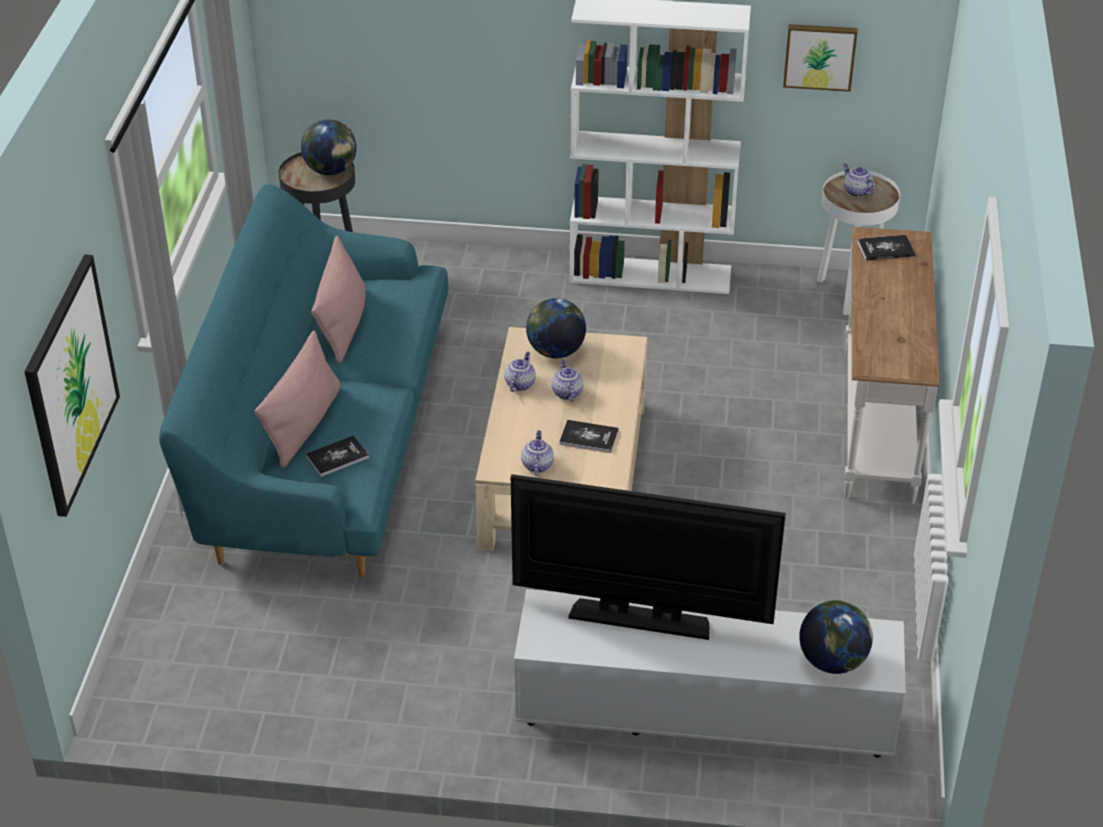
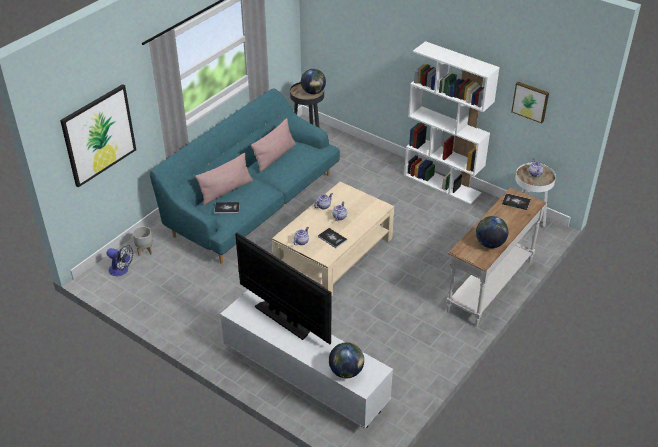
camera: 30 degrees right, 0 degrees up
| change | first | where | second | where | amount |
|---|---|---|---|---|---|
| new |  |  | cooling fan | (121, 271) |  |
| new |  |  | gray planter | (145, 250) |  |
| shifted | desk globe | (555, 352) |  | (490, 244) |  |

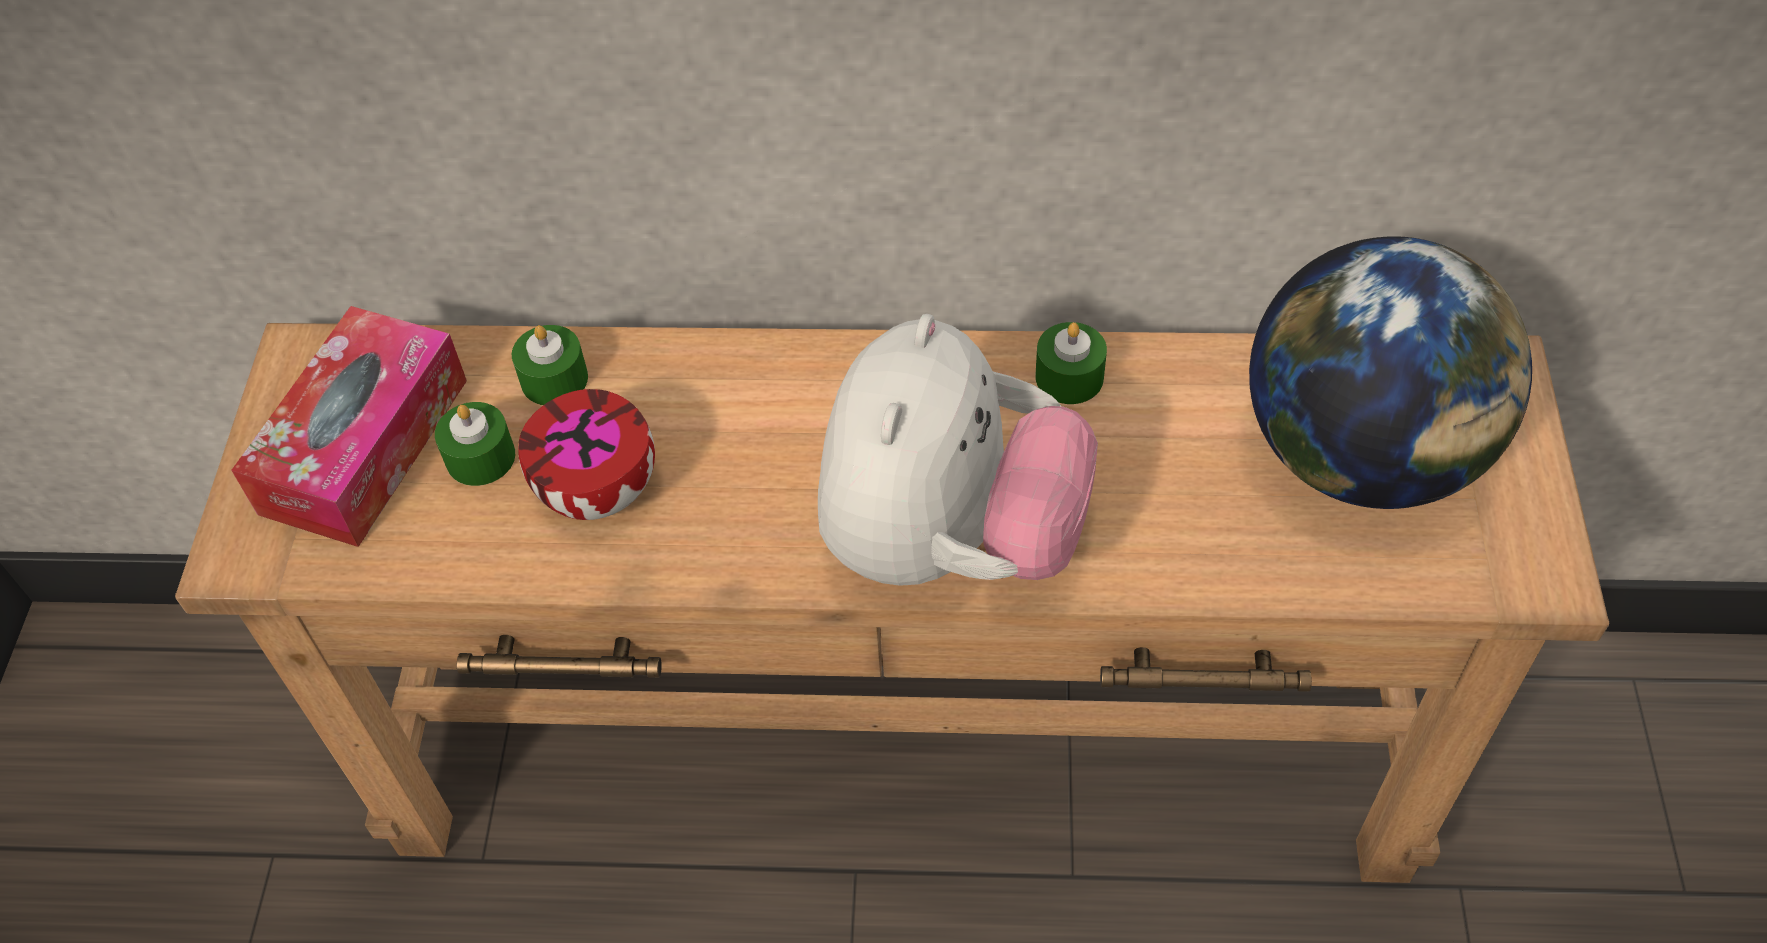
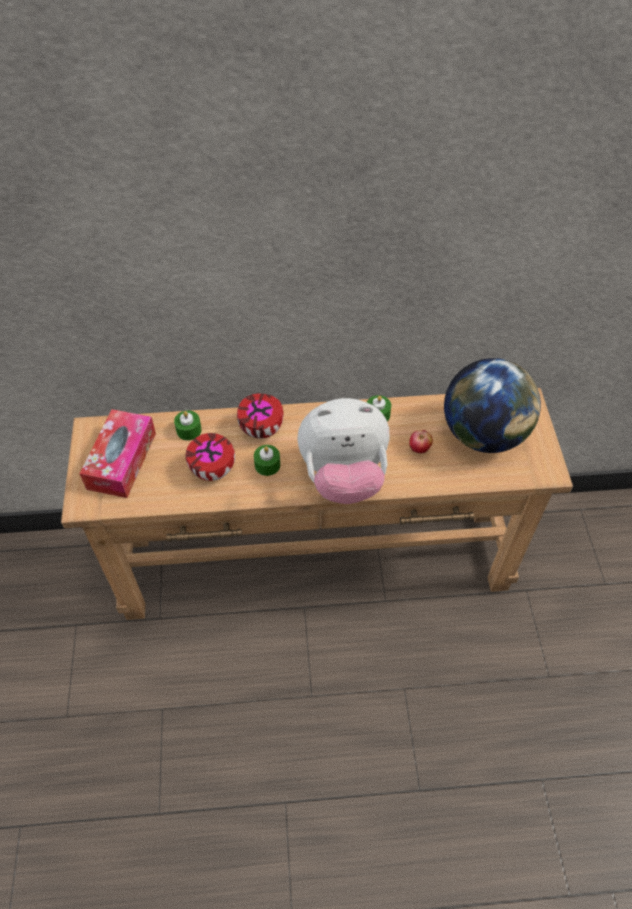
camera: 10 degrees left, 0 degrees up
| change | first | where | second | where | amount |
|---|---|---|---|---|---|
| new |  |  | deep dish | (262, 429) |  |
| new |  |  | apple fruit | (419, 449) |  |
| shifted | greenish wax light | (480, 457) |  | (267, 465) |  |
| rotated | soft toy | (949, 541) |  | (343, 477) | 75 degrees clockwise |

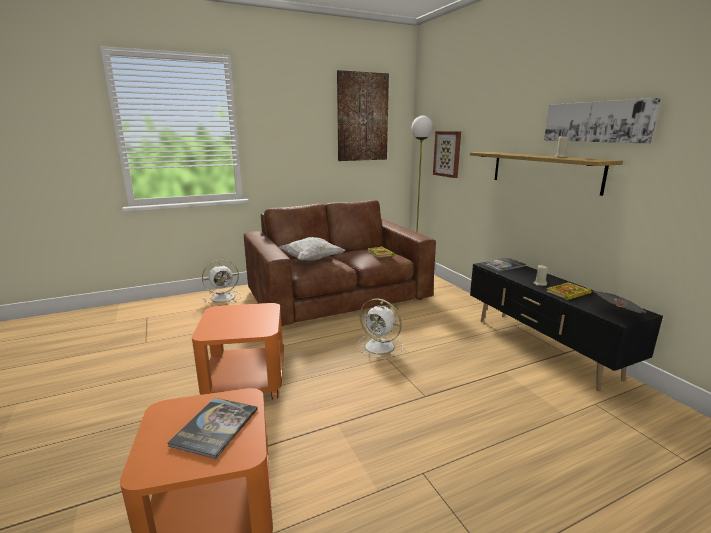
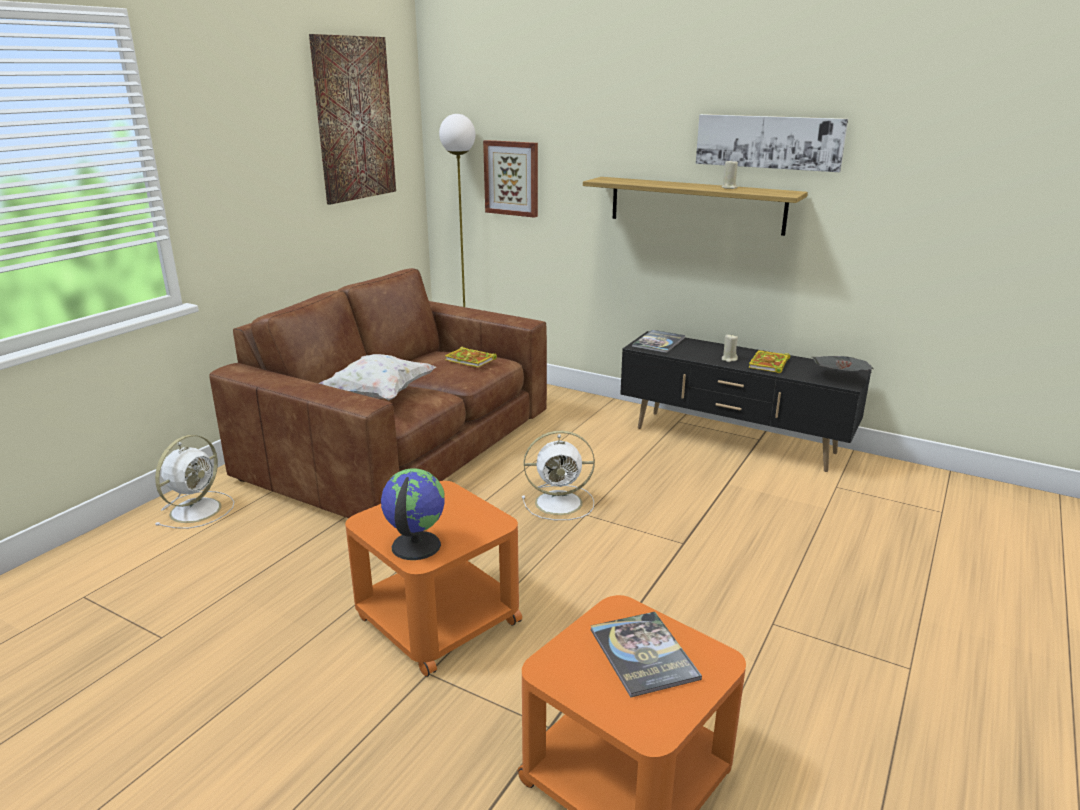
camera: 35 degrees left, 5 degrees up
| change | first | where | second | where | amount |
|---|---|---|---|---|---|
| new |  |  | desk globe | (415, 546) |  |

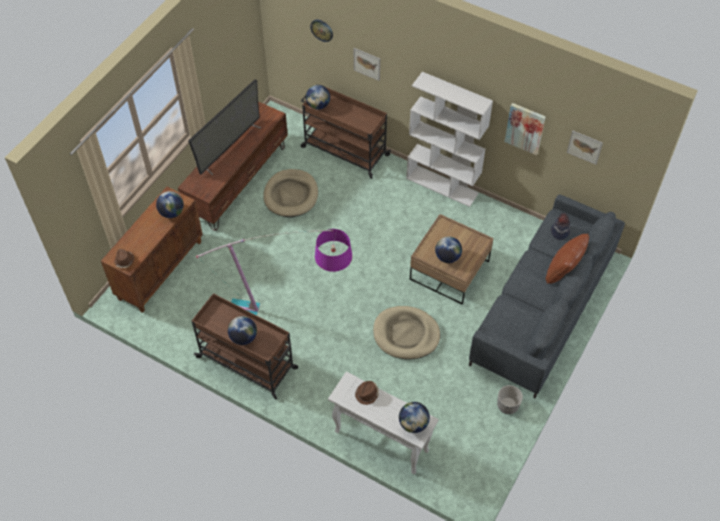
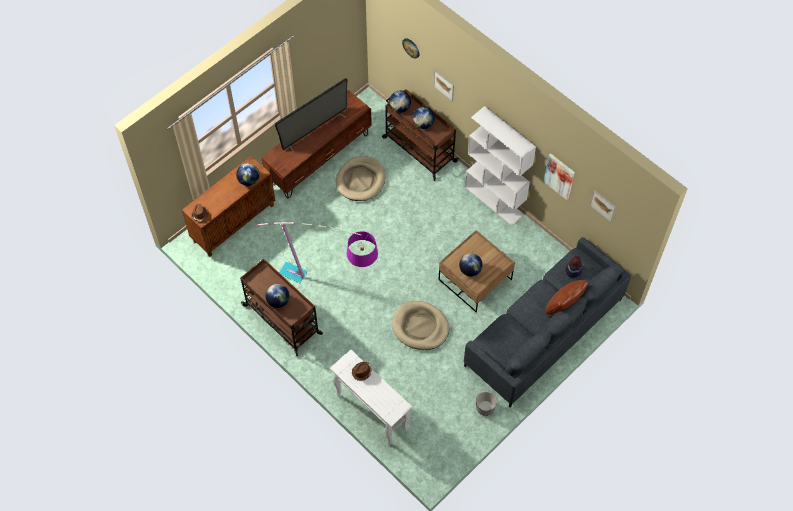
camera: 15 degrees right, 5 degrees up
| change | first | where | second | where | amount |
|---|---|---|---|---|---|
| shifted | desk globe | (413, 424) |  | (423, 124) |  |

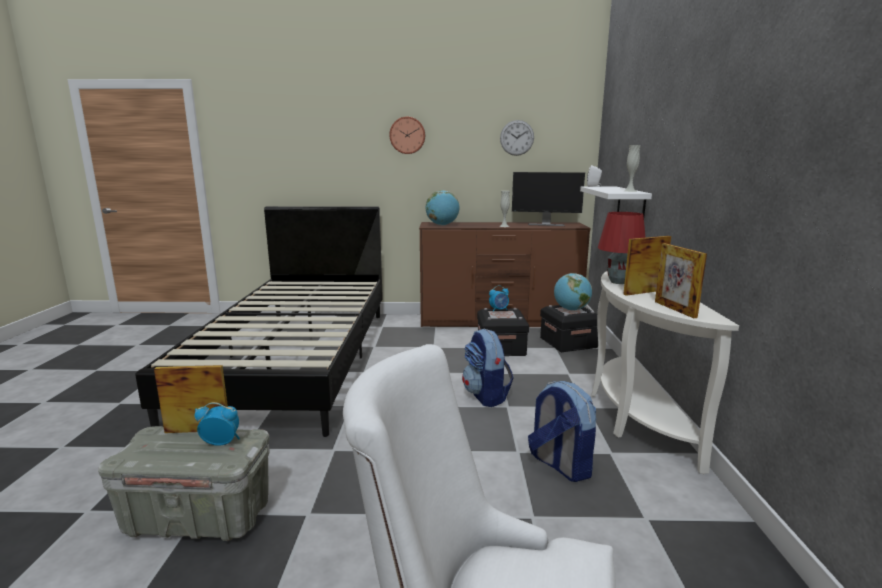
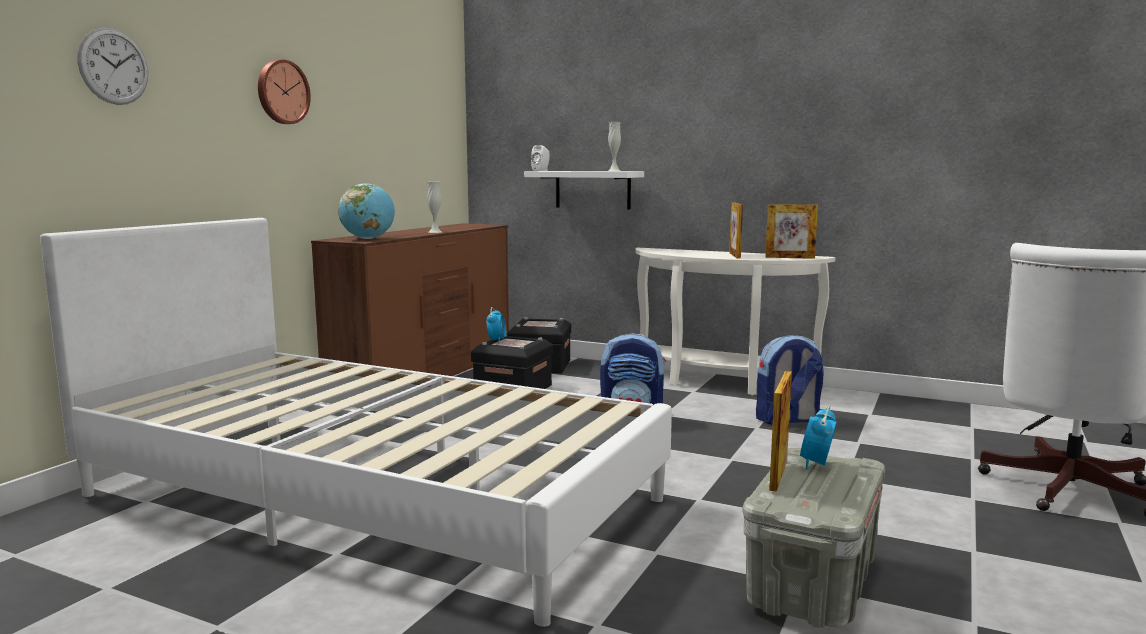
camera: 65 degrees left, 5 degrees down
| change | first | where | second | where | amount |
|---|---|---|---|---|---|
| gone | computer display | (545, 224) |  |  |  |
| gone | desk globe | (571, 309) |  |  |  |
| gone | red tabletop lamp | (619, 282) |  |  |  |
| shifted | hanging clock | (517, 138) |  | (114, 66) |  |
| repainted | black sleeping bed | (296, 359) | white sleeping bed | (369, 496) |  |

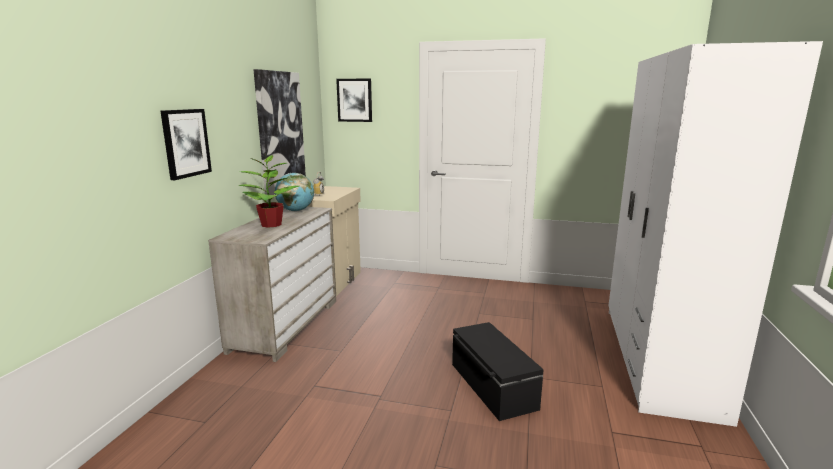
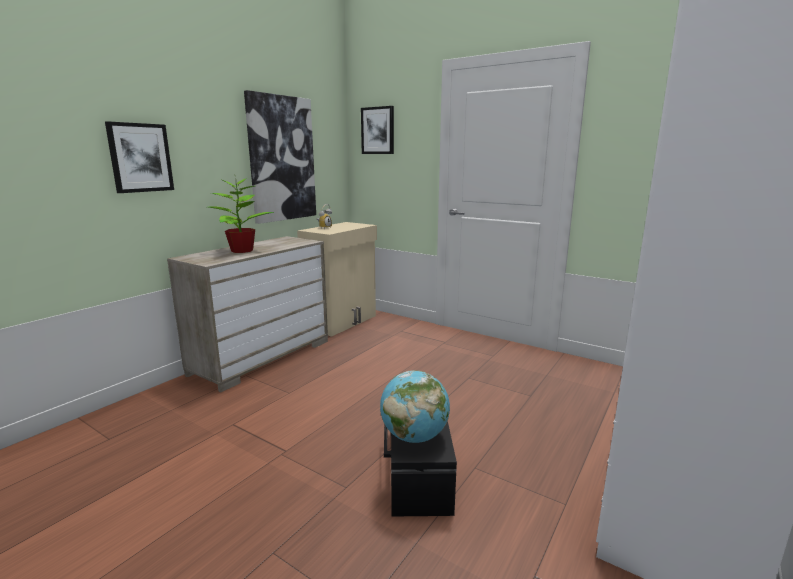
camera: 20 degrees right, 0 degrees up
| change | first | where | second | where | amount |
|---|---|---|---|---|---|
| shifted | desk globe | (296, 211) |  | (414, 436) |  |

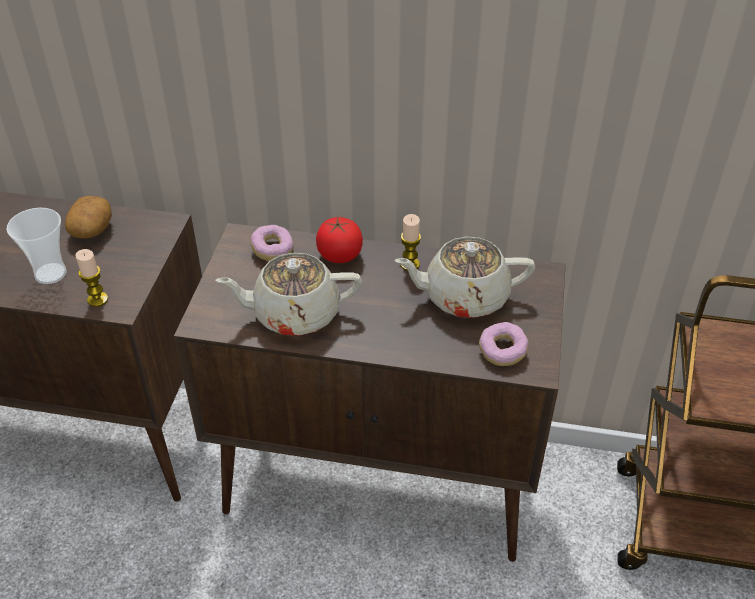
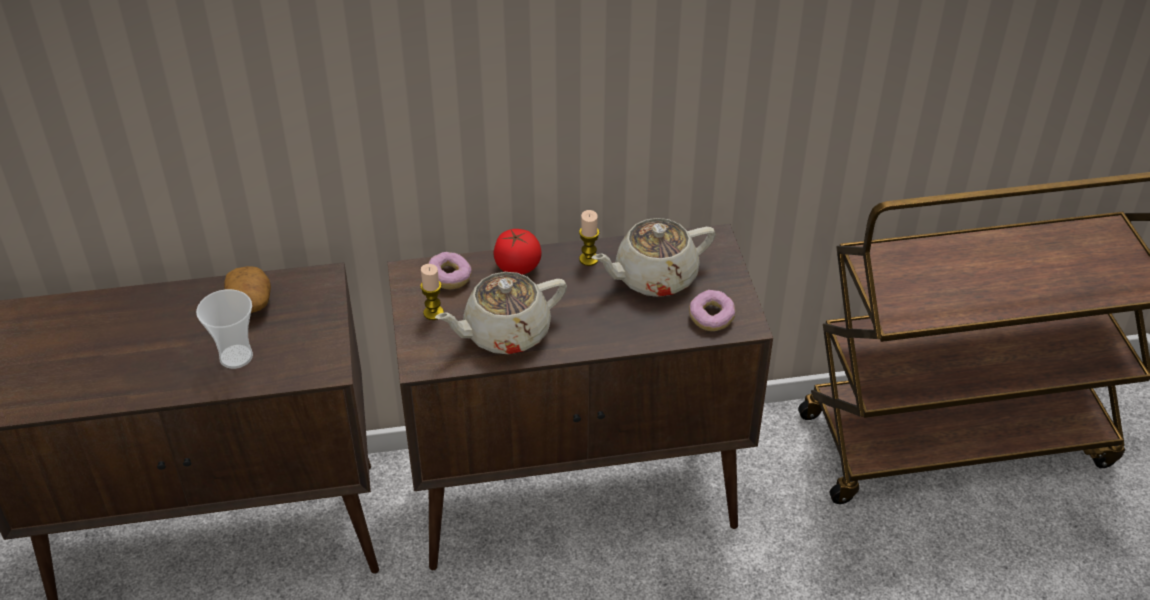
camera: 20 degrees left, 0 degrees up
| change | first | where | second | where | amount |
|---|---|---|---|---|---|
| shifted | wax light | (97, 299) |  | (433, 313) |  |

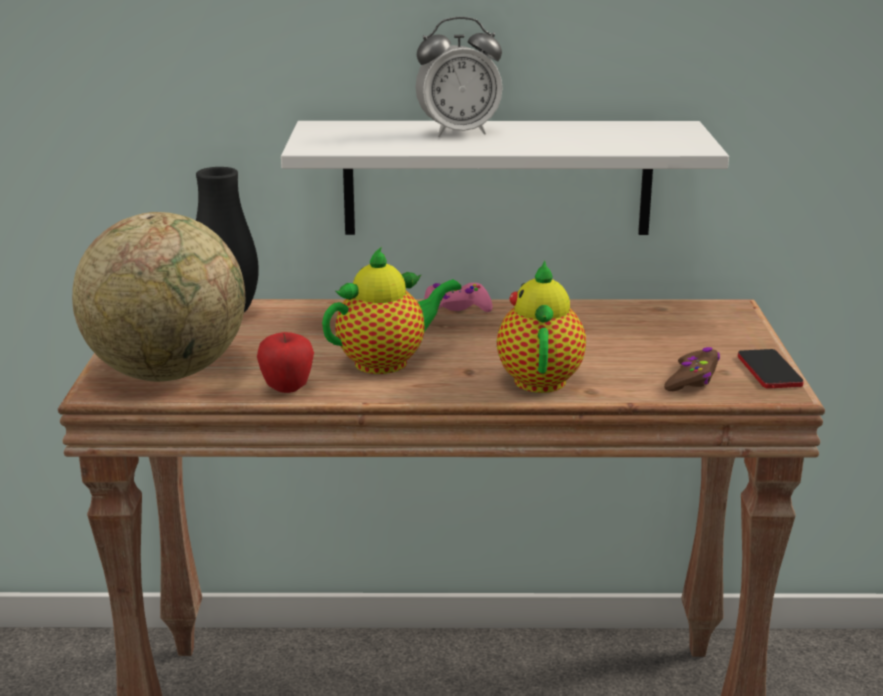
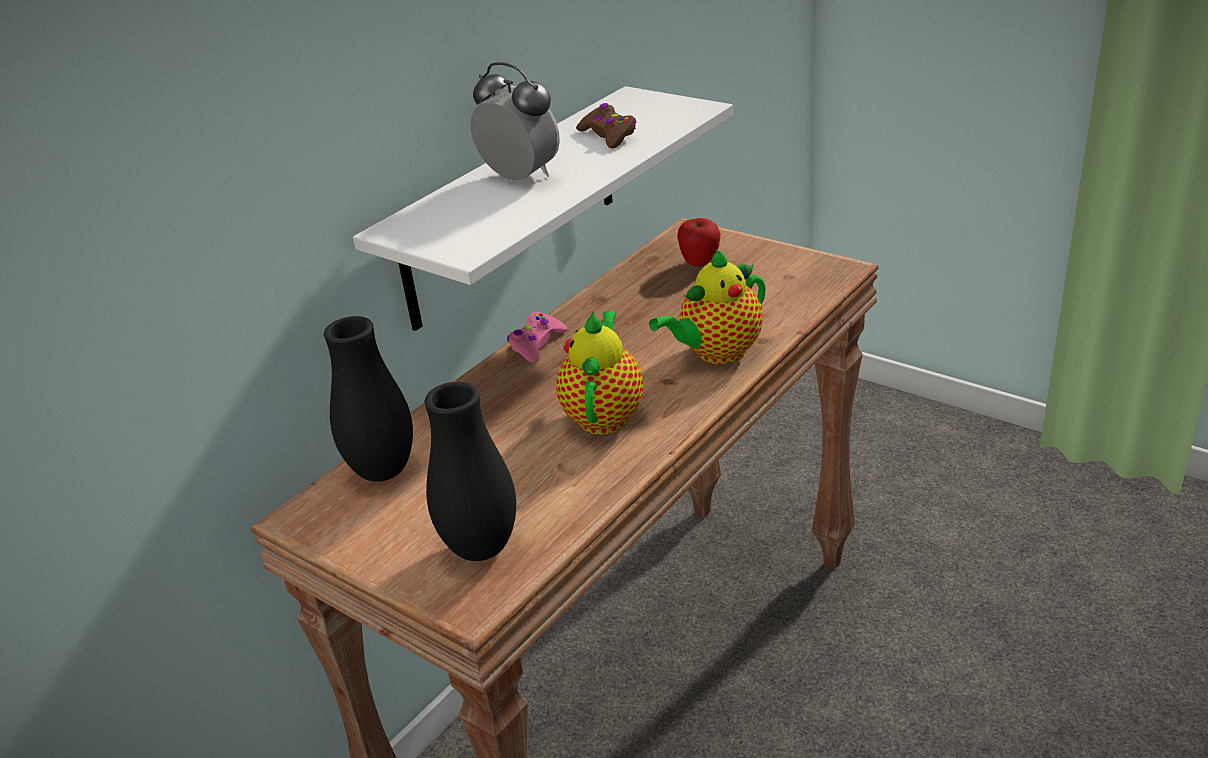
camera: 50 degrees left, 10 degrees up
| change | first | where | second | where | amount |
|---|---|---|---|---|---|
| gone | telephone | (769, 371) |  |  |  |
| shifted | apple fruit | (287, 389) |  | (699, 263) |  |
| shifted | brownish game controller | (692, 379) |  | (608, 135) |  |
| swapped | desk globe | (168, 373) | black flower vase | (481, 548) |  |
| rotated | bedside clock | (458, 132) |  | (520, 177) | 75 degrees counterclockwise |
| rotated | tea pot | (539, 378) |  | (716, 353) | 75 degrees counterclockwise |

